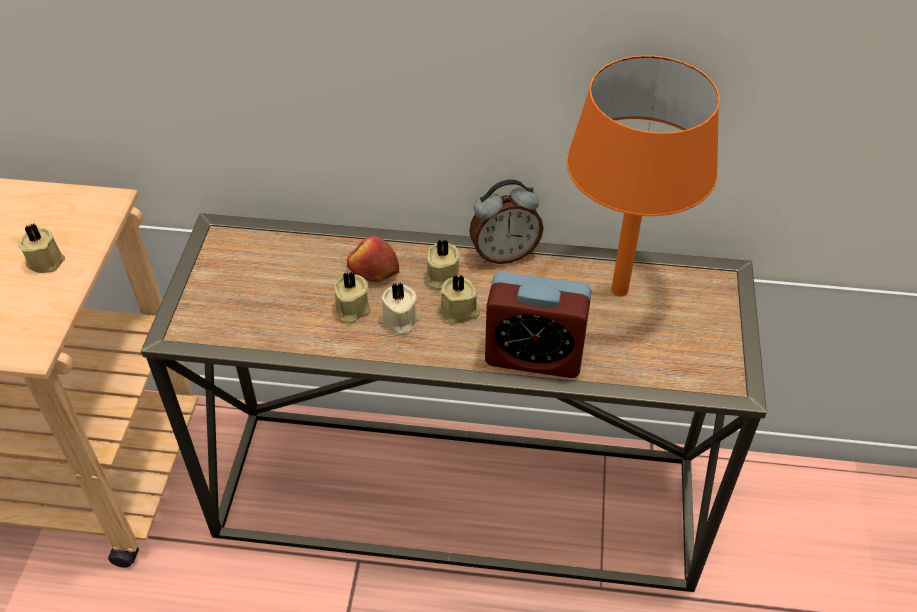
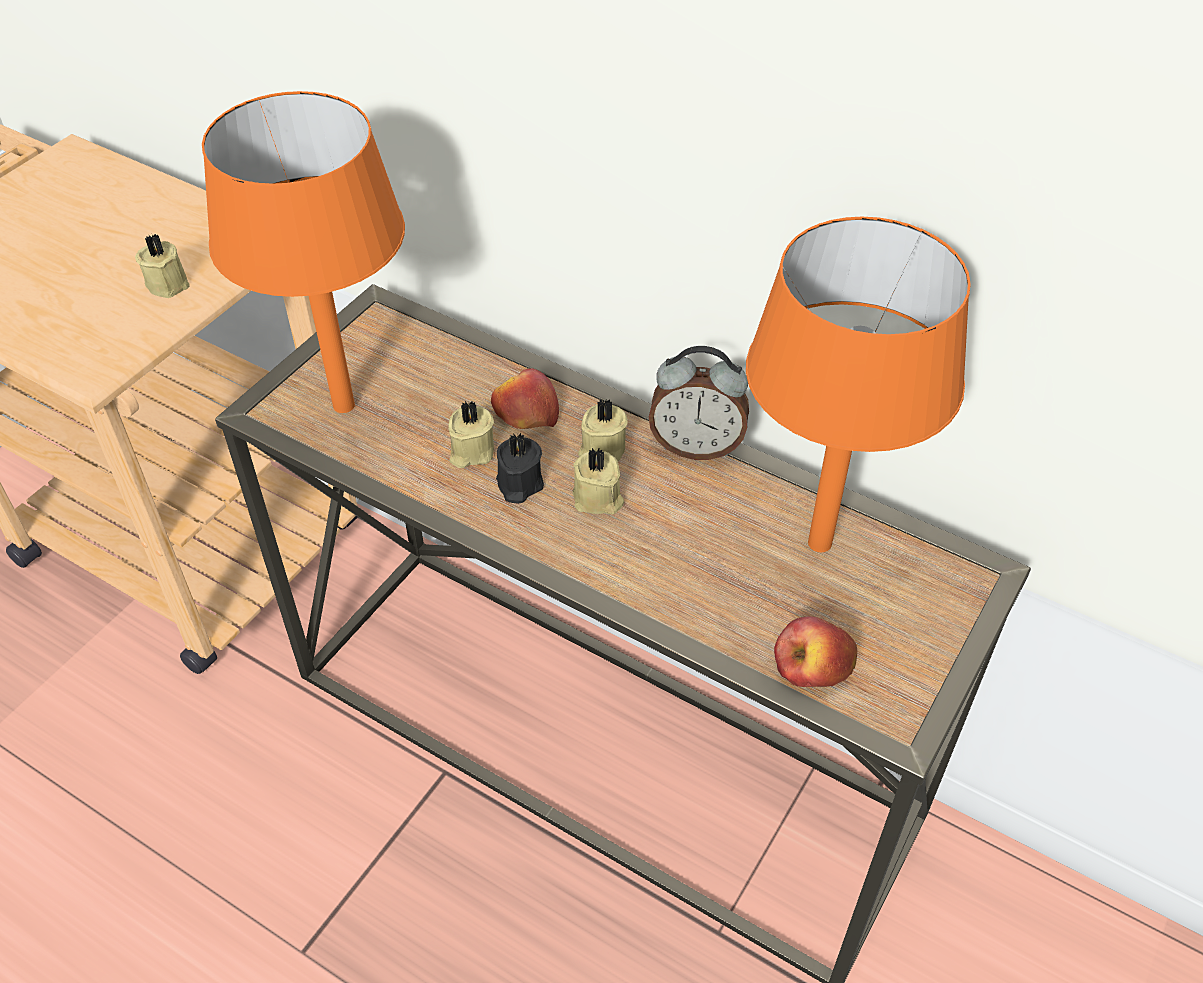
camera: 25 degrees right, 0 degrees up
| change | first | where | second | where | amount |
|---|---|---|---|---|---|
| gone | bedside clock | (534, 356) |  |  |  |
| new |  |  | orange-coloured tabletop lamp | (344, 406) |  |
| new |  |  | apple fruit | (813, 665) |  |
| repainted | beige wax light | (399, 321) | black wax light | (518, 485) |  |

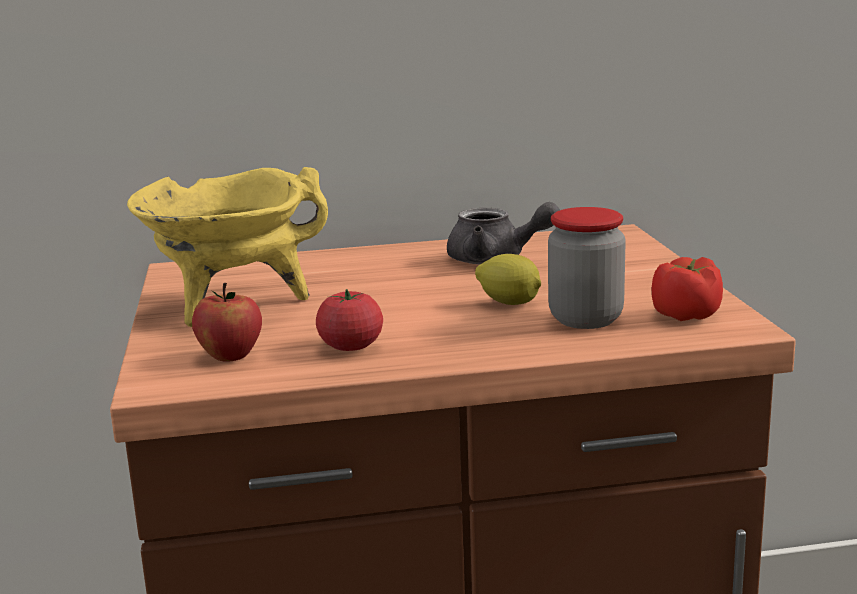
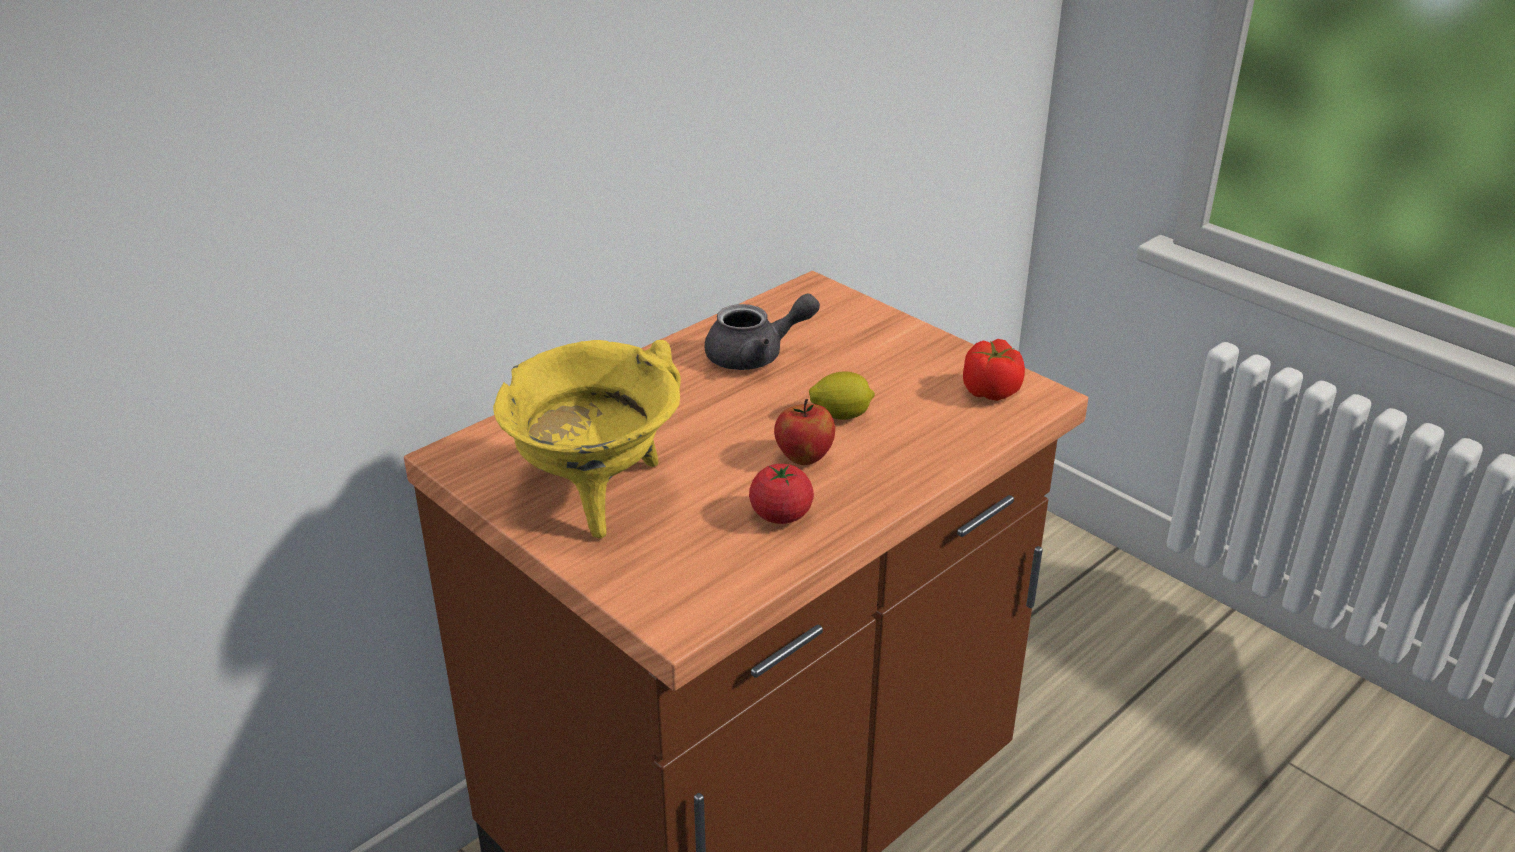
camera: 35 degrees left, 15 degrees up
| change | first | where | second | where | amount |
|---|---|---|---|---|---|
| gone | preserve jar | (585, 319) |  |  |  |
| shifted | apple fruit | (230, 356) |  | (804, 457) |  |

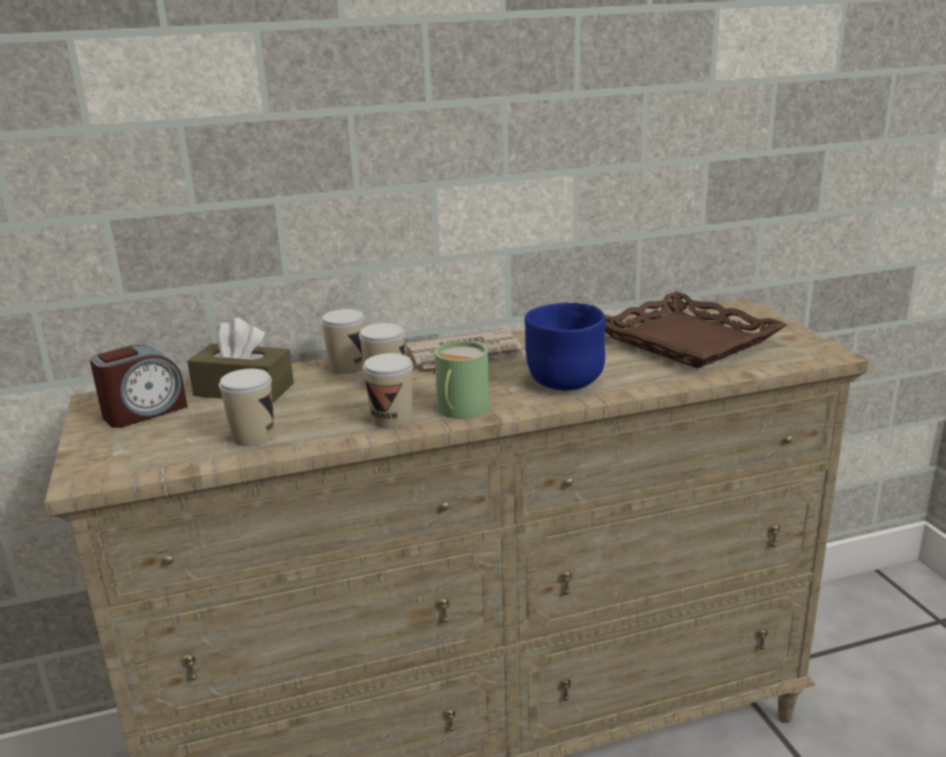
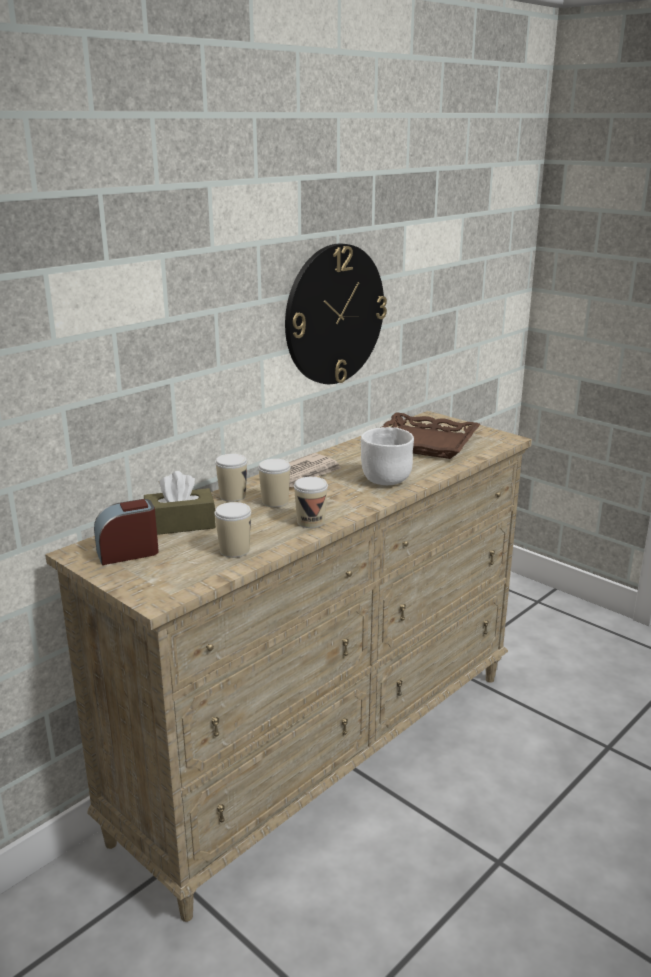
camera: 30 degrees left, 0 degrees up
| change | first | where | second | where | amount |
|---|---|---|---|---|---|
| gone | greenish mug | (459, 410) |  |  |  |
| new |  |  | hanging clock | (334, 315) |  |
| repainted | blue deep dish | (564, 382) | white deep dish | (385, 480) |  |
| rotated | bedside clock | (144, 412) |  | (128, 553) | 135 degrees counterclockwise |

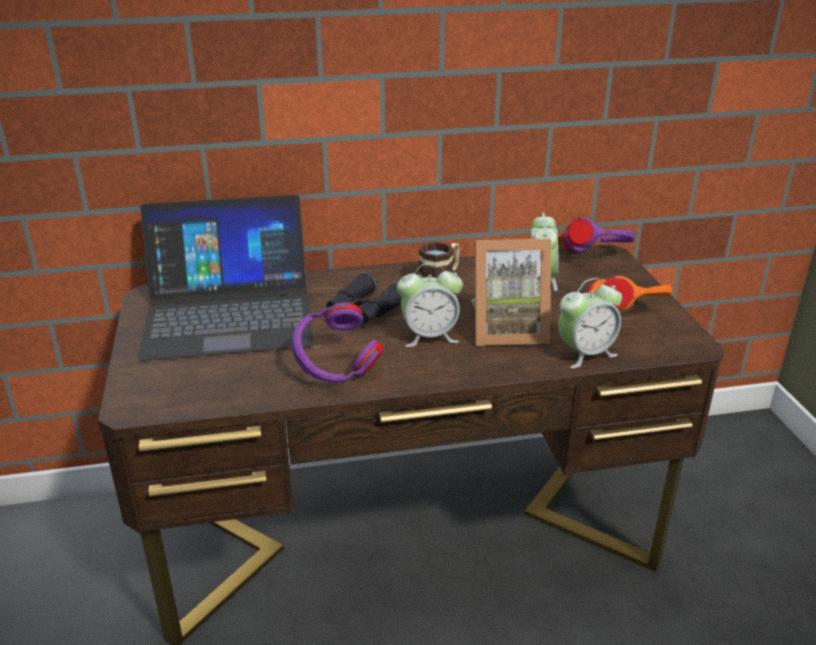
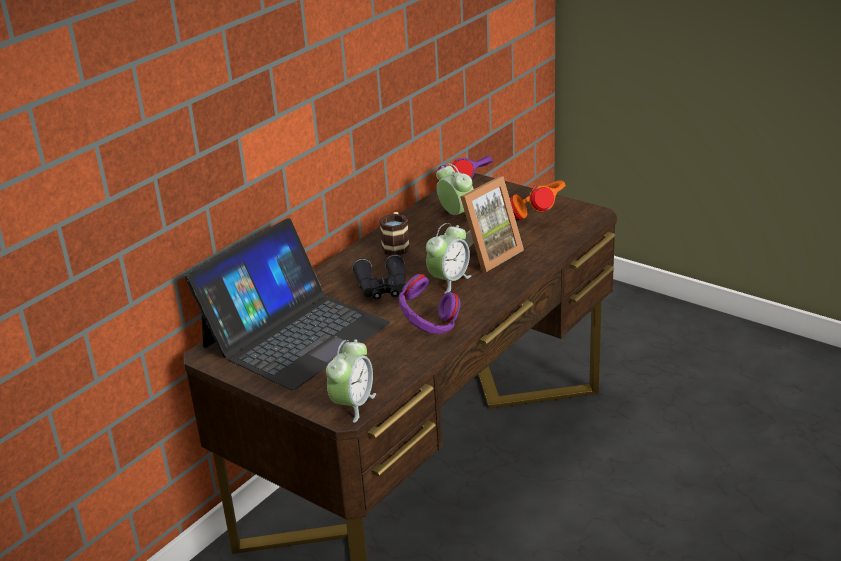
camera: 40 degrees left, 0 degrees up
| change | first | where | second | where | amount |
|---|---|---|---|---|---|
| shifted | bedside clock | (585, 354) |  | (353, 405) |  |

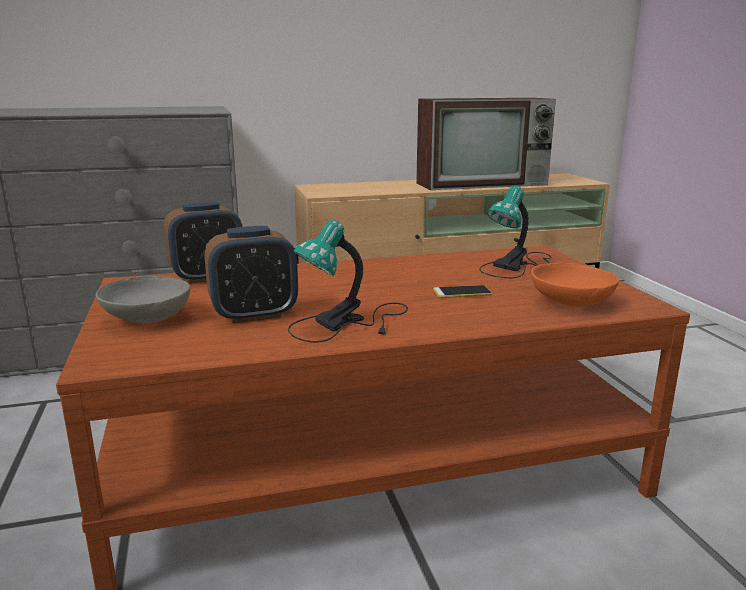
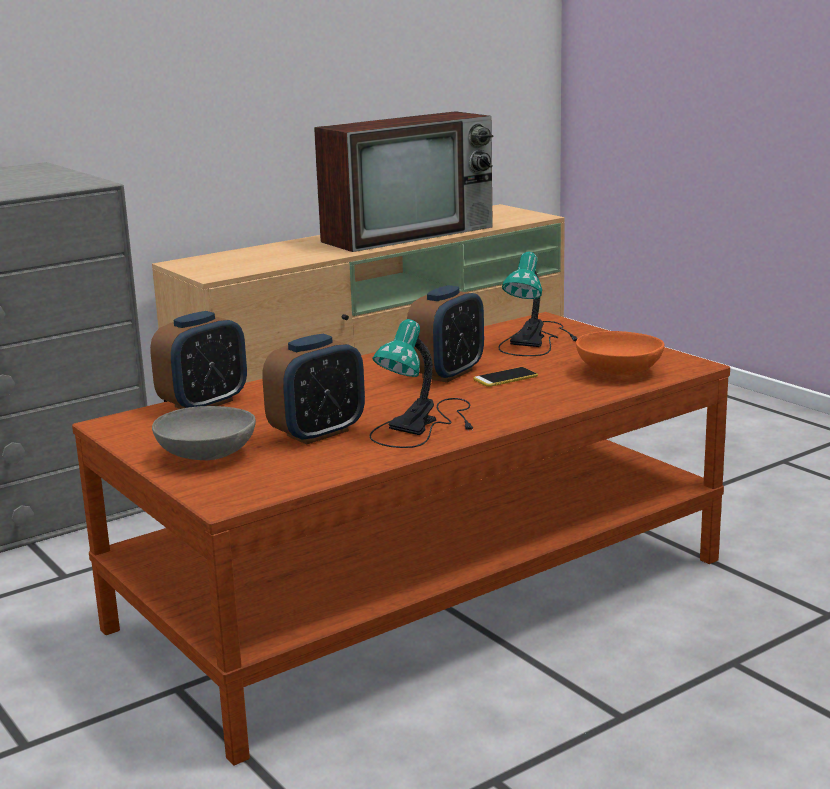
camera: 20 degrees left, 0 degrees up
| change | first | where | second | where | amount |
|---|---|---|---|---|---|
| new |  |  | bedside clock | (447, 373) |  |

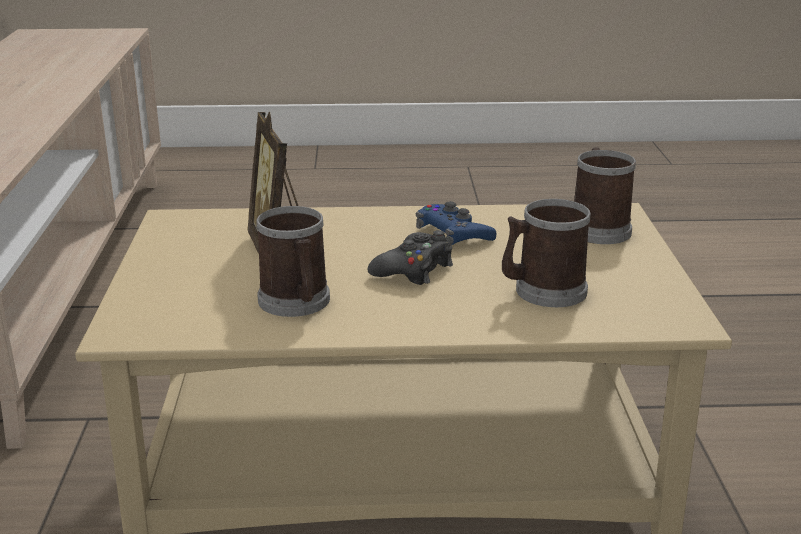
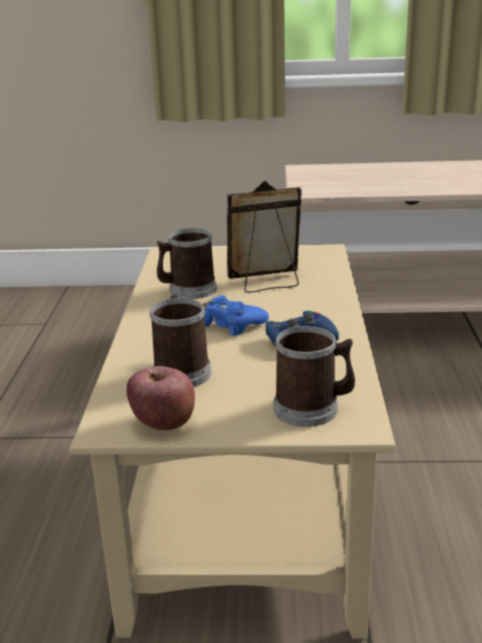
camera: 95 degrees right, 0 degrees up
| change | first | where | second | where | amount |
|---|---|---|---|---|---|
| new |  |  | apple fruit | (163, 423) |  |
| repainted | black game controller | (414, 269) | blue game controller | (231, 324) |  |

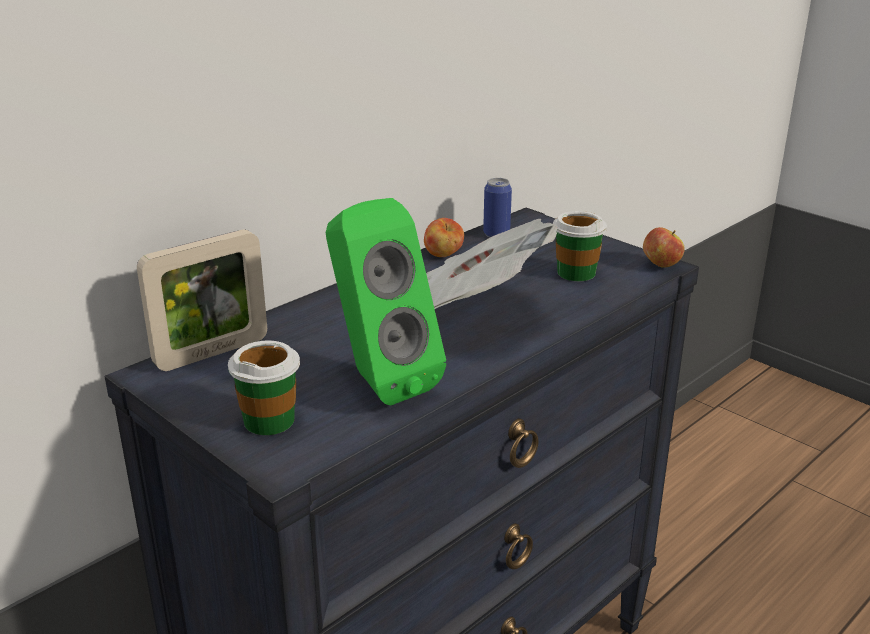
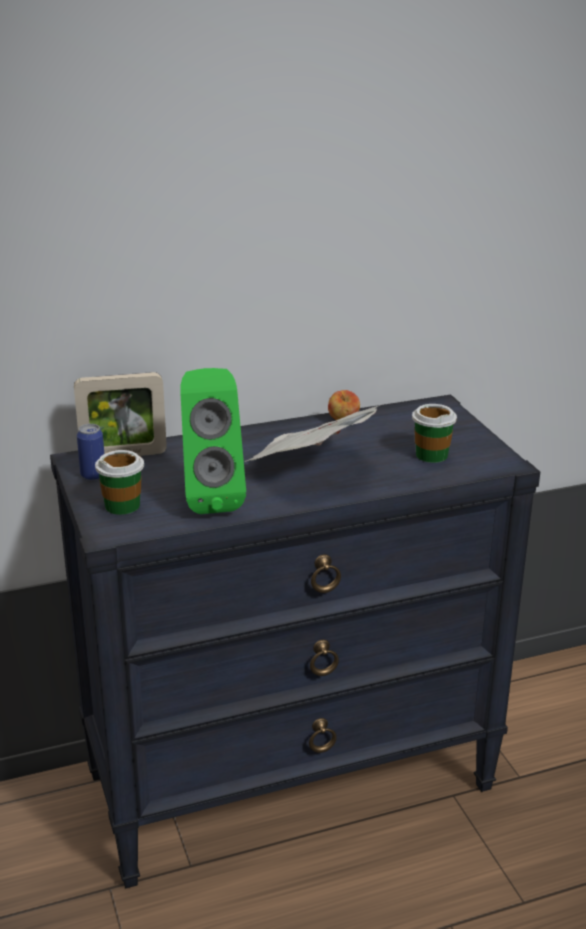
camera: 25 degrees right, 0 degrees up
| change | first | where | second | where | amount |
|---|---|---|---|---|---|
| gone | apple fruit | (661, 265) |  |  |  |
| shifted | can | (496, 234) |  | (93, 475) |  |

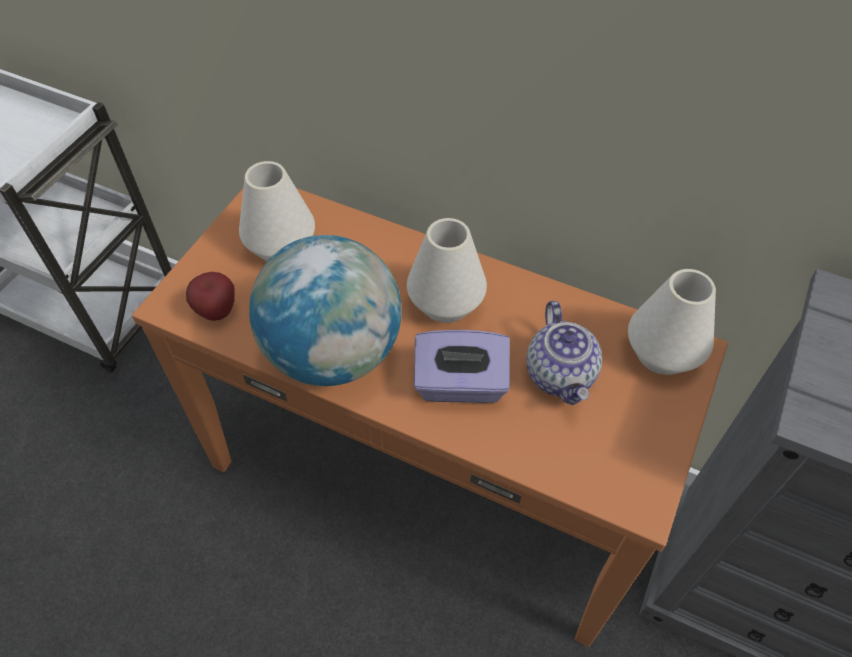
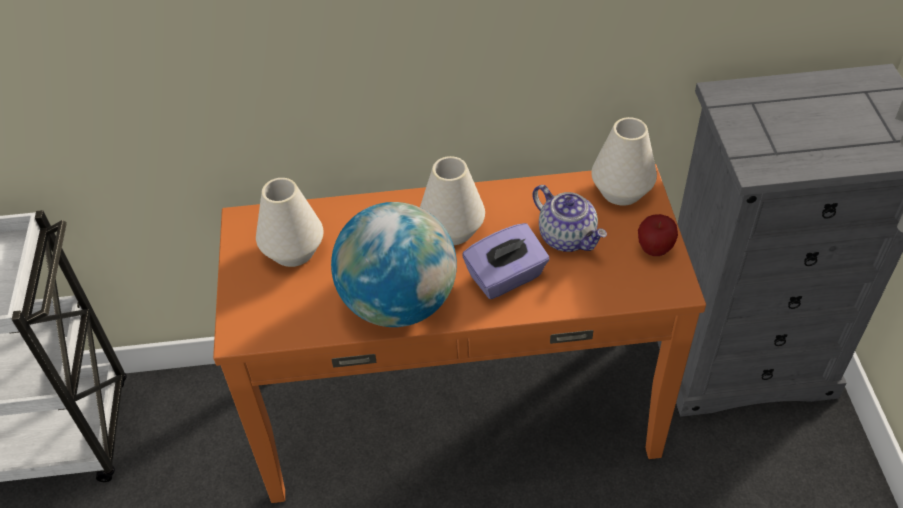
camera: 30 degrees left, 5 degrees down
| change | first | where | second | where | amount |
|---|---|---|---|---|---|
| shifted | apple fruit | (217, 312) |  | (654, 250) |  |

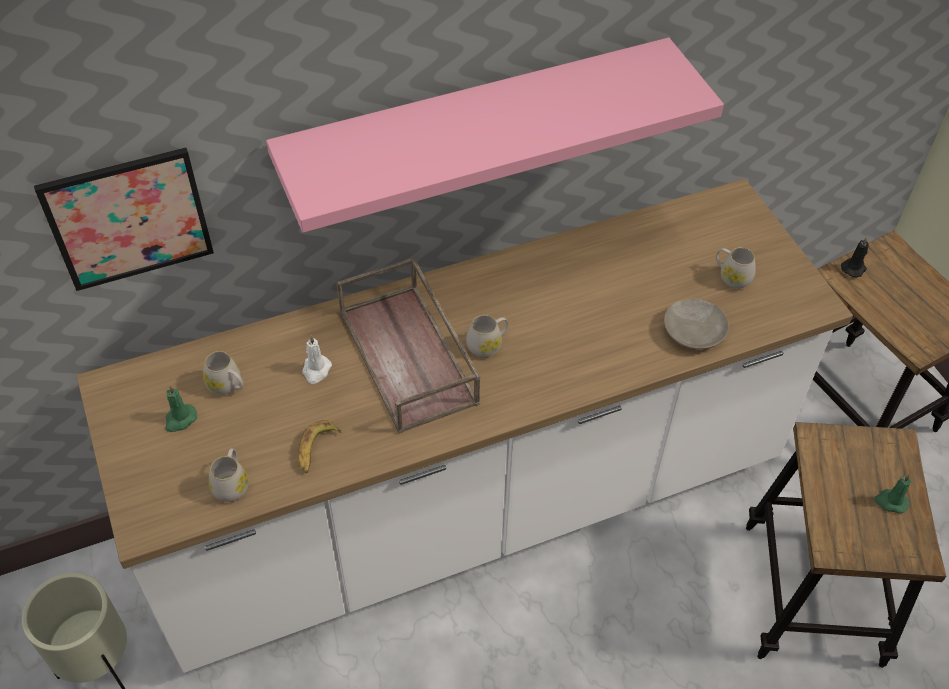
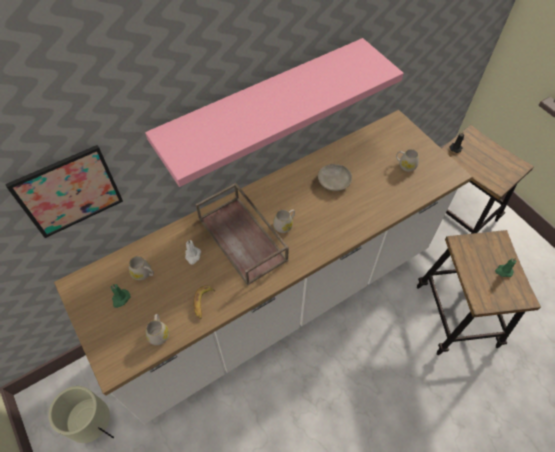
camera: 10 degrees left, 5 degrees up
| change | first | where | second | where | amount |
|---|---|---|---|---|---|
| shifted | beige flat dish | (694, 331) |  | (334, 181) |  |

